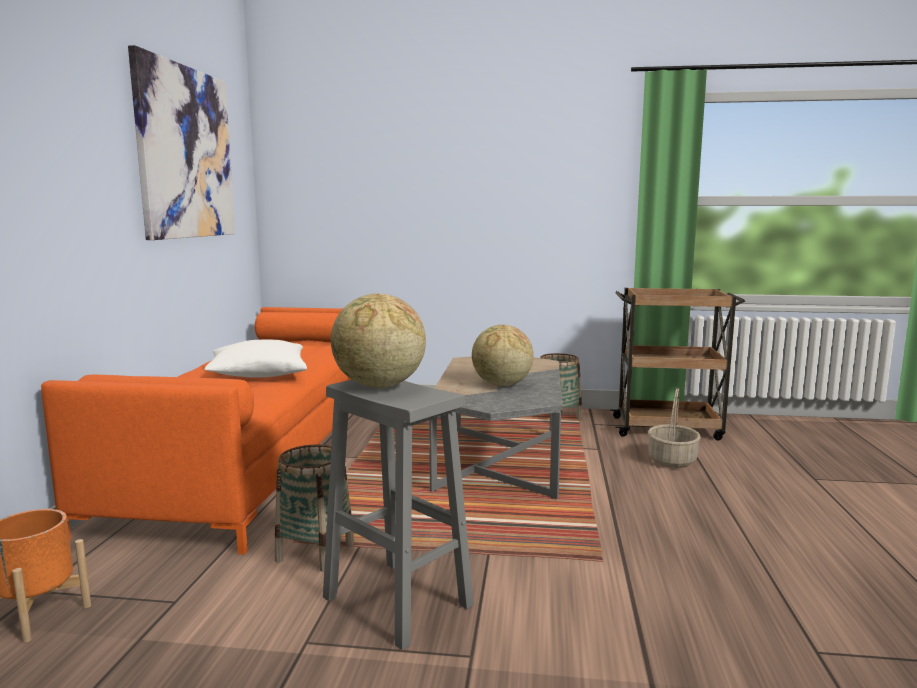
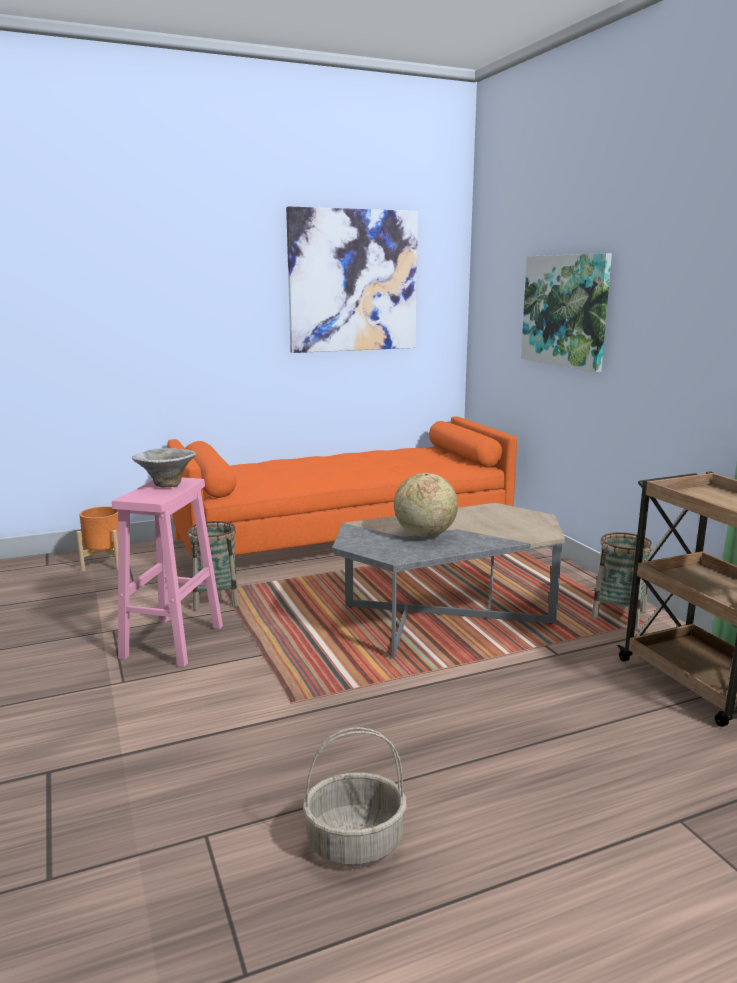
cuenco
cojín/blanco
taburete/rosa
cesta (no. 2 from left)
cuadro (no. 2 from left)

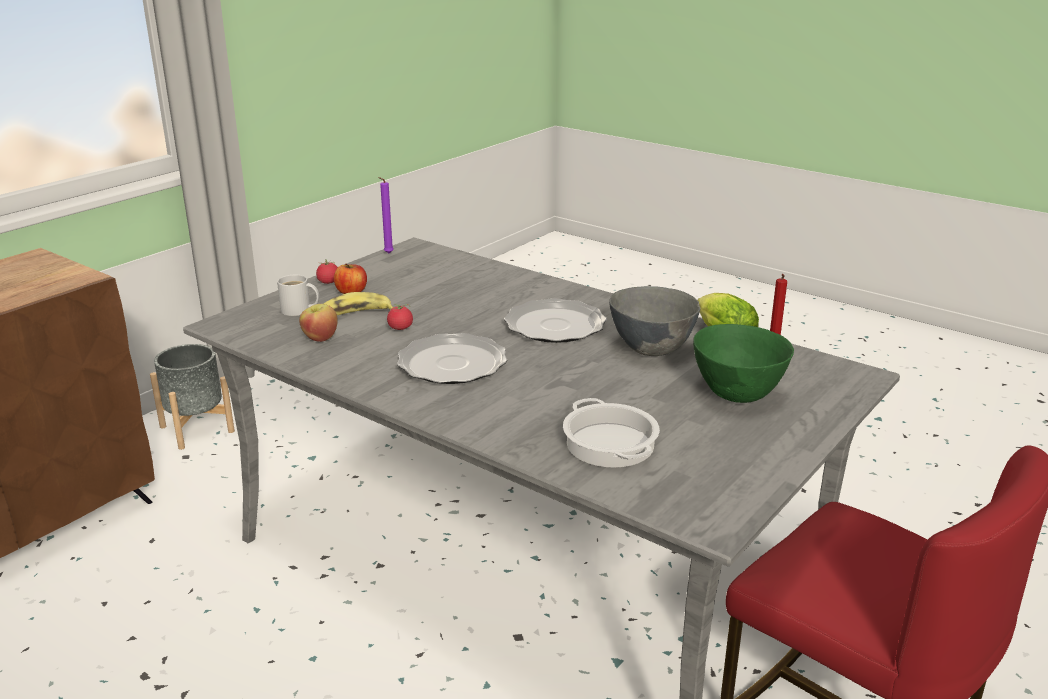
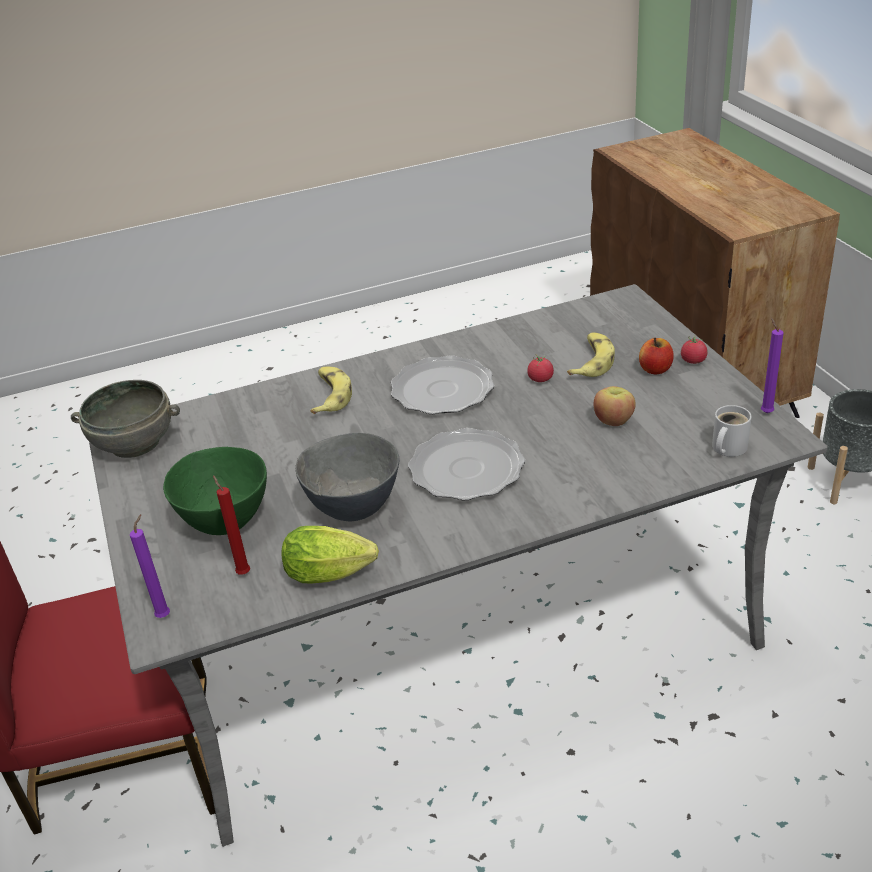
taza grande/blanco
manzana (no. 1 from left)
olla
plátano (no. 1 from left)
cuenco/gris (no. 1 from left)
vela/morado (no. 1 from left)

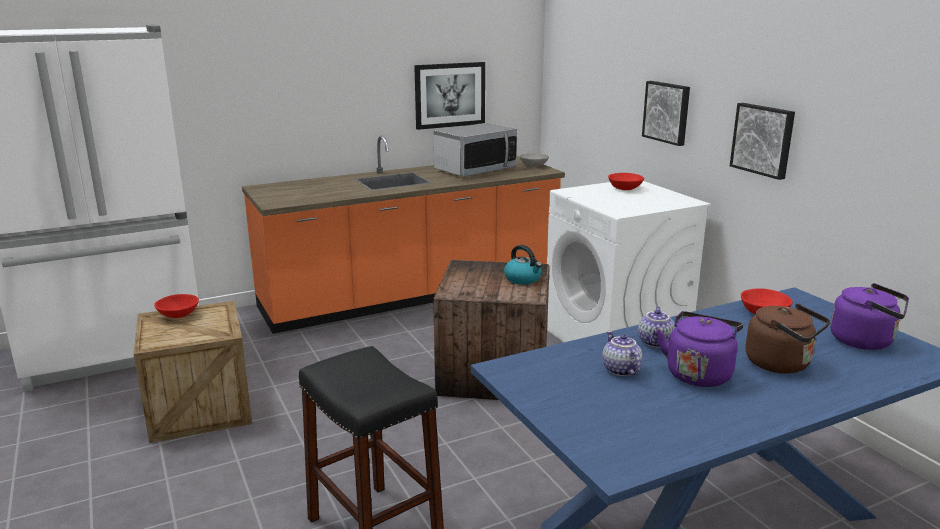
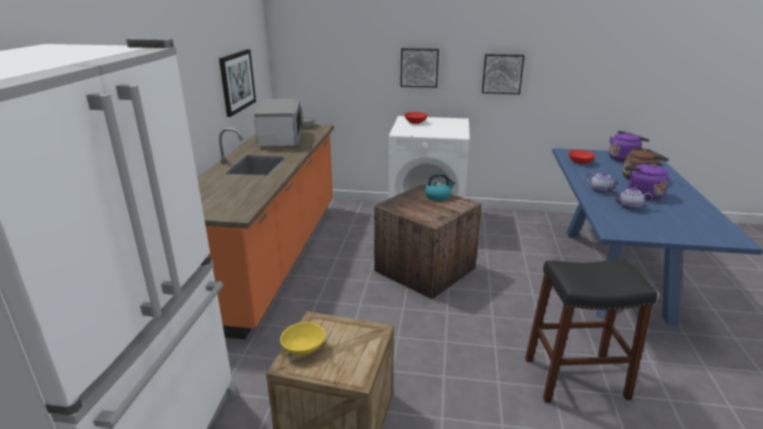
cuenco/amarillo

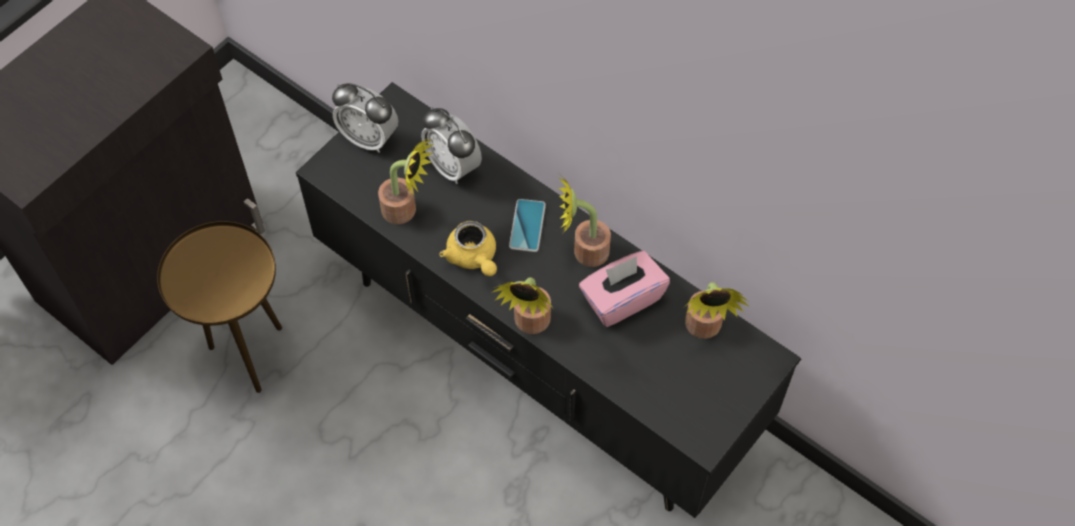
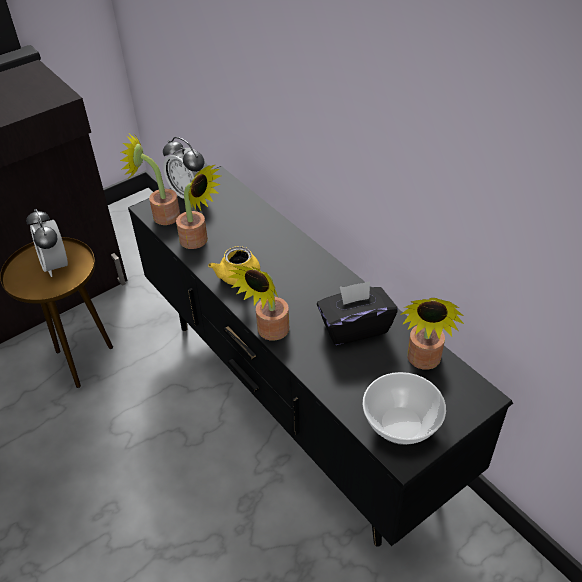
despertador (no. 1 from left)
planta en maceta (no. 1 from left)
móvil
caja de pañuelos/negro
cuenco

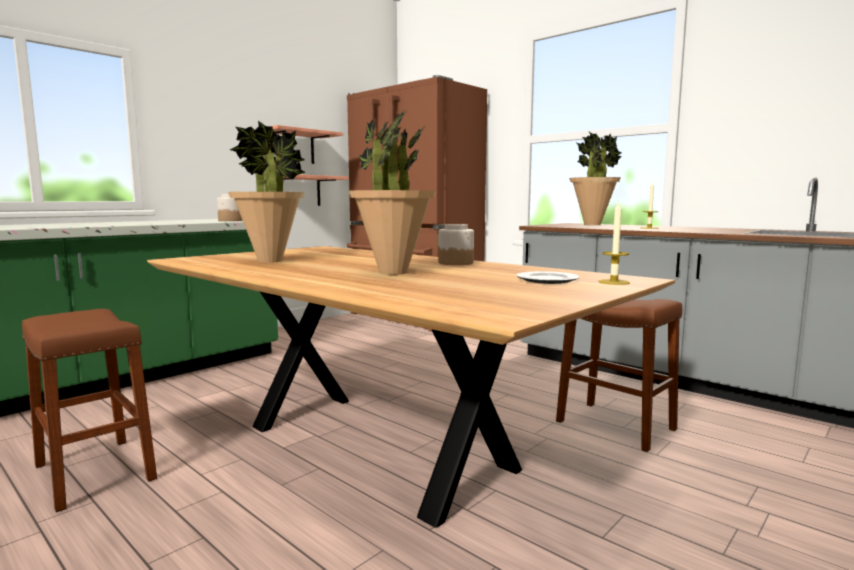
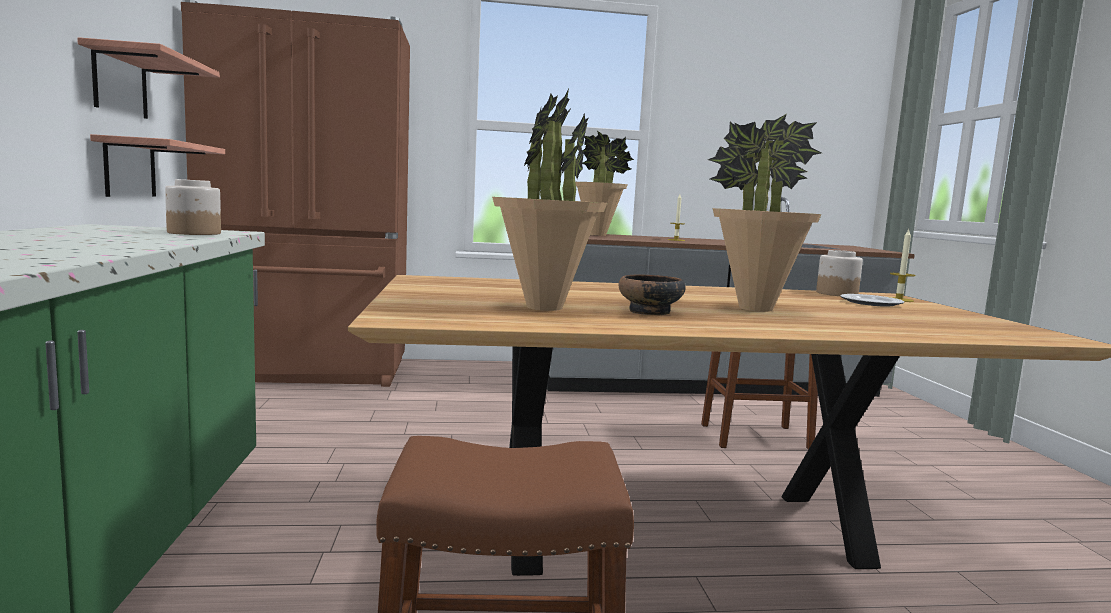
tarro (no. 2 from left)
cuenco

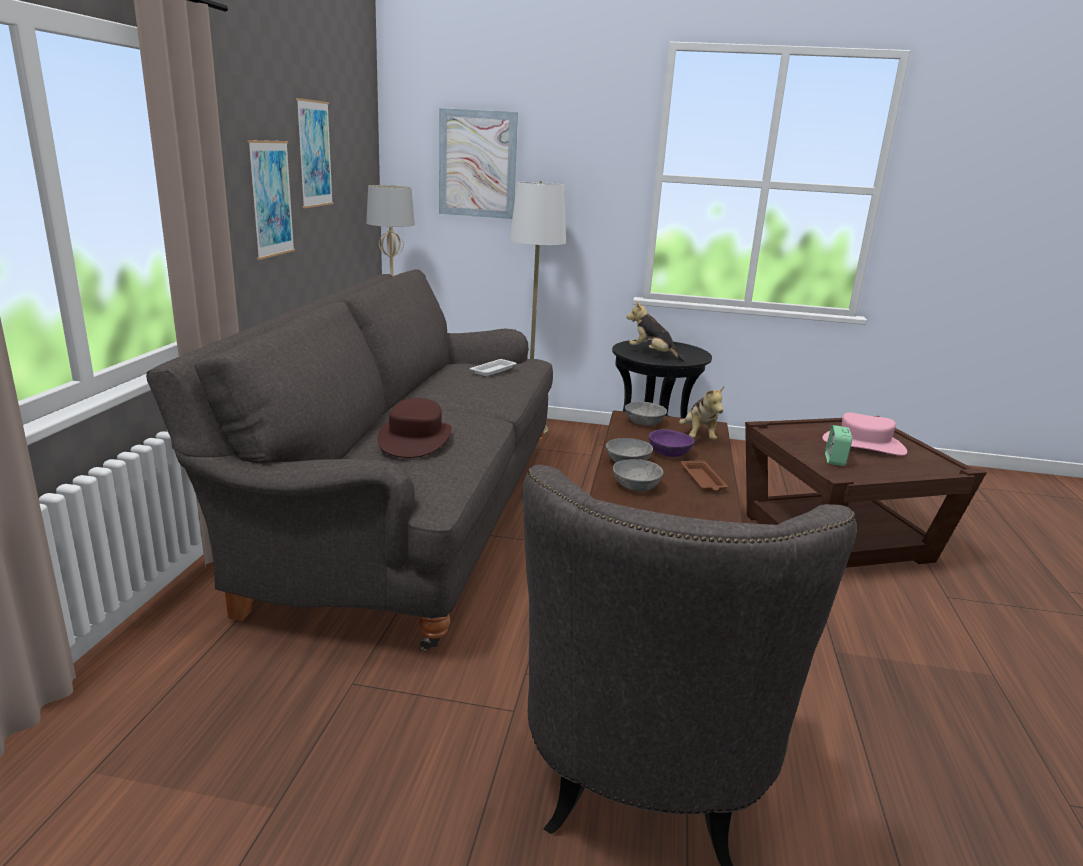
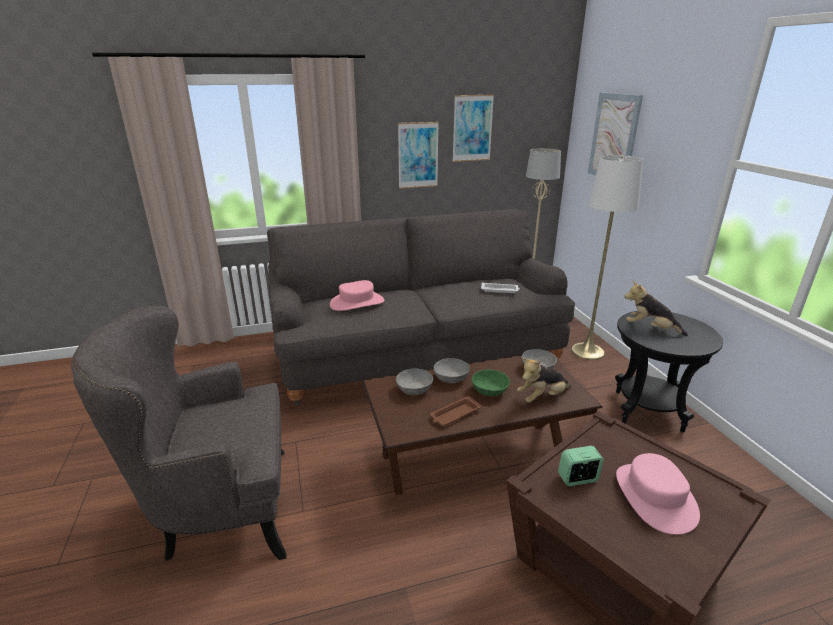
peluche (no. 2 from left)
sombrero/rosa (no. 1 from left)
cuenco/verde

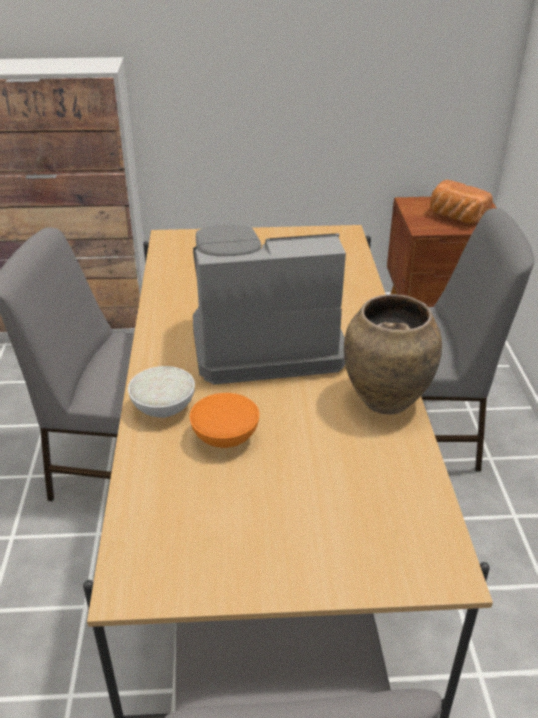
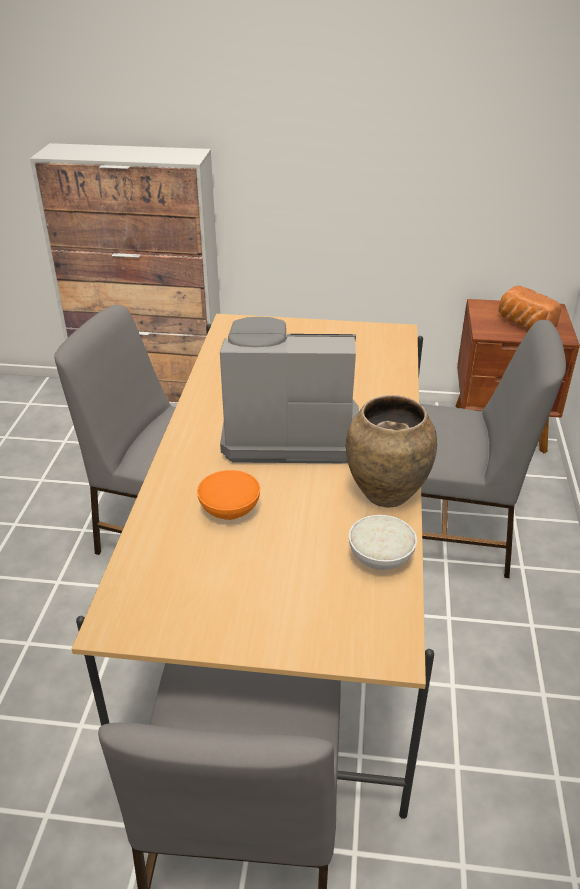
cuenco/blanco

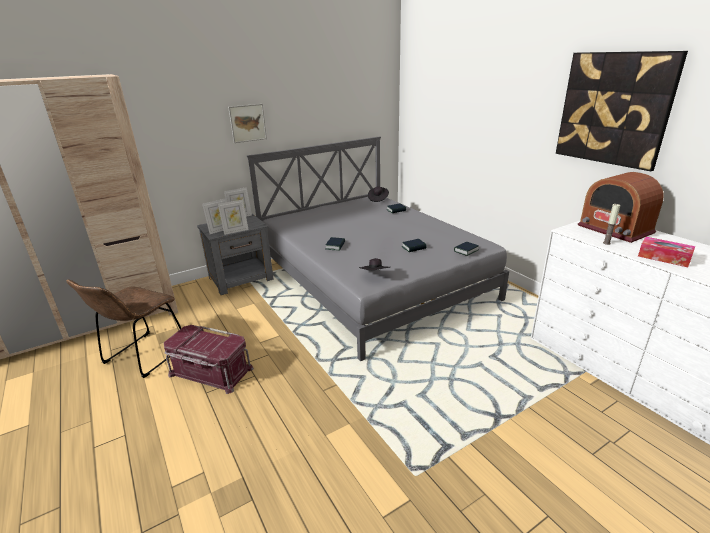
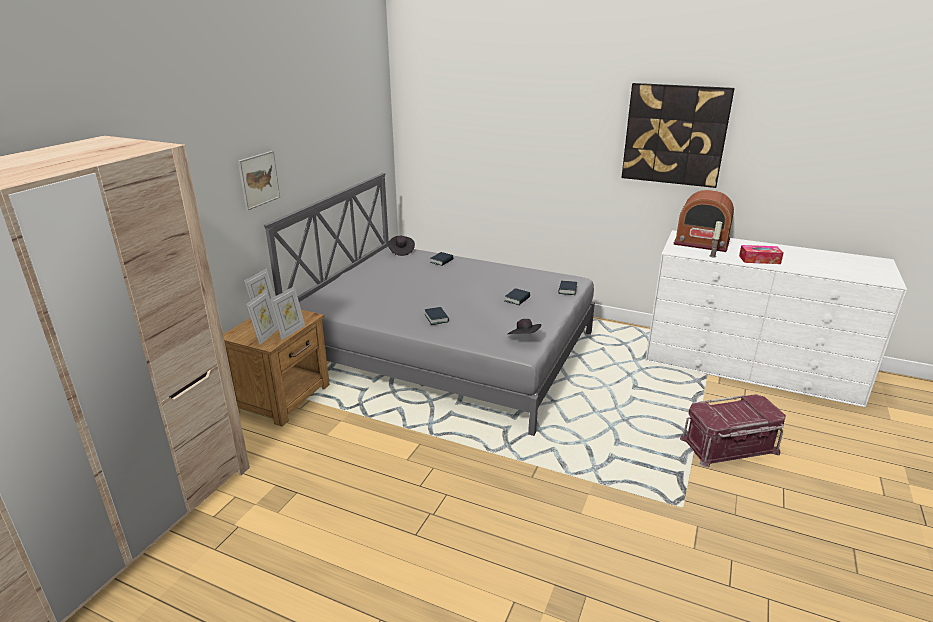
mesita de noche/marrón
silla/marrón
caja de almacenaje/rojo

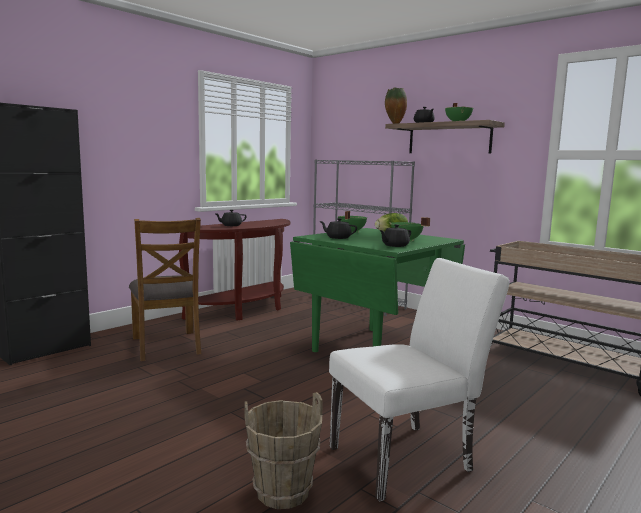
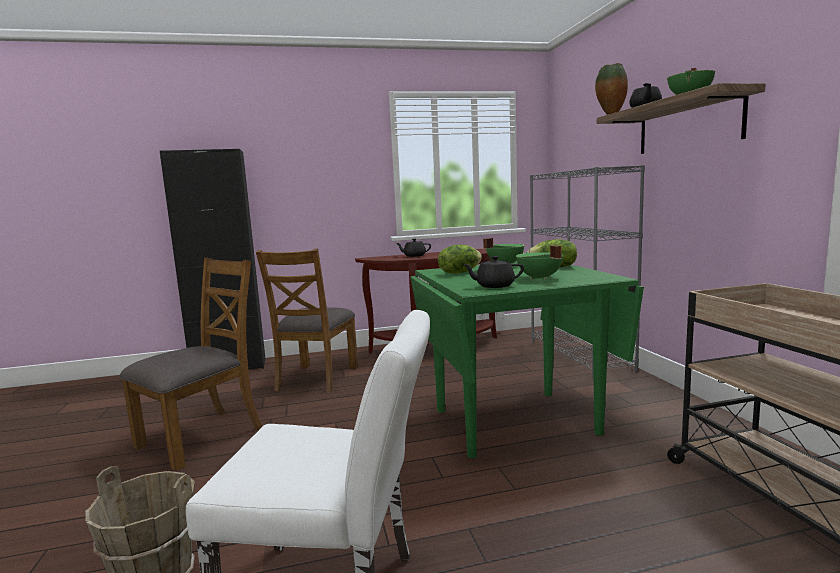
lechuga (no. 1 from left)
silla/marrón (no. 1 from left)

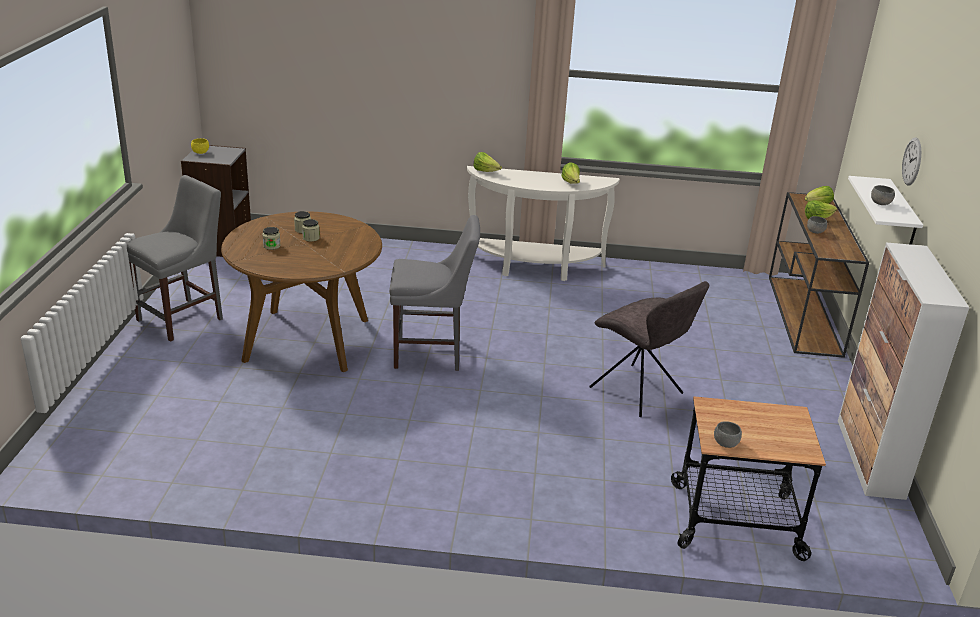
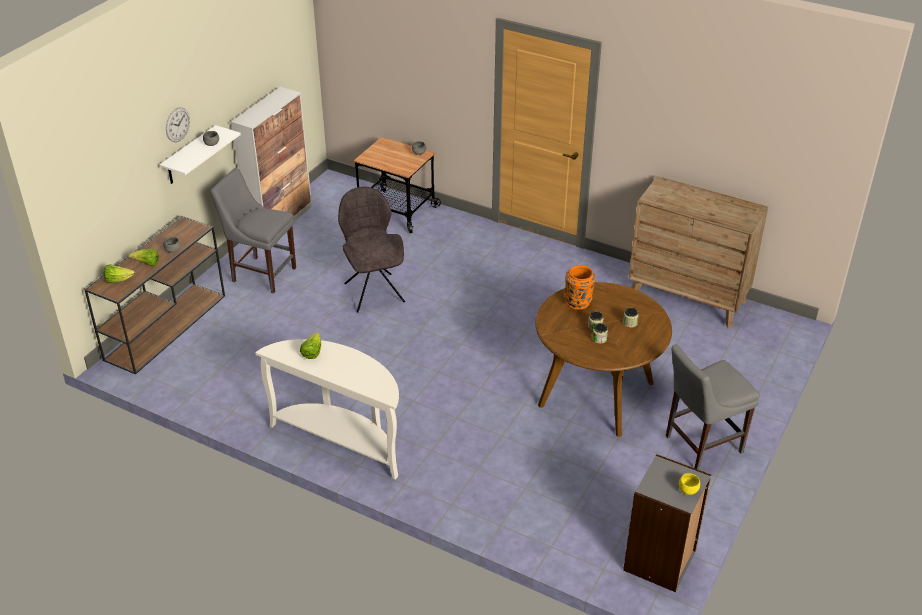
lechuga (no. 1 from left in the first image)
silla/gris (no. 1 from left)
cómoda/marrón
florero/naranja

